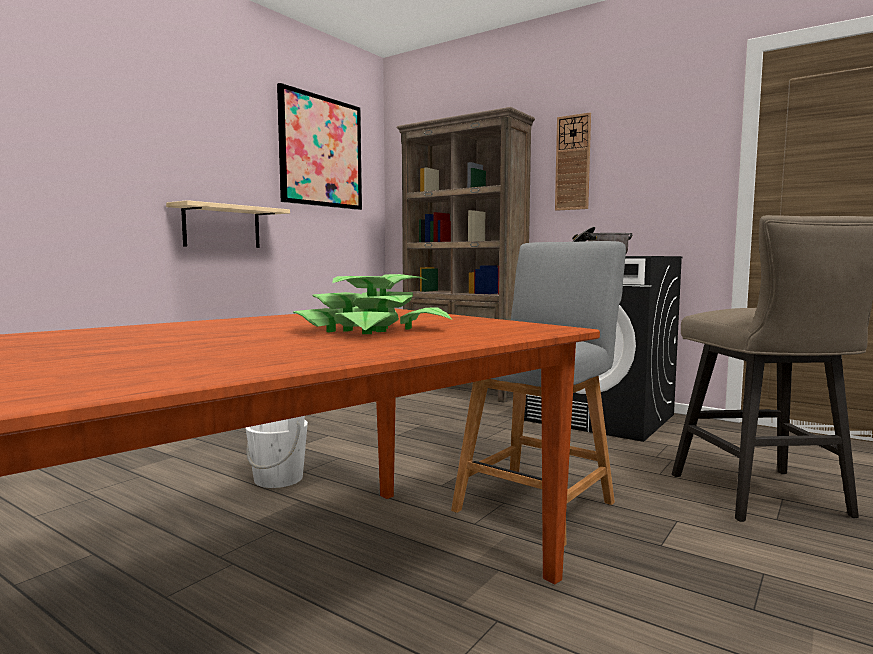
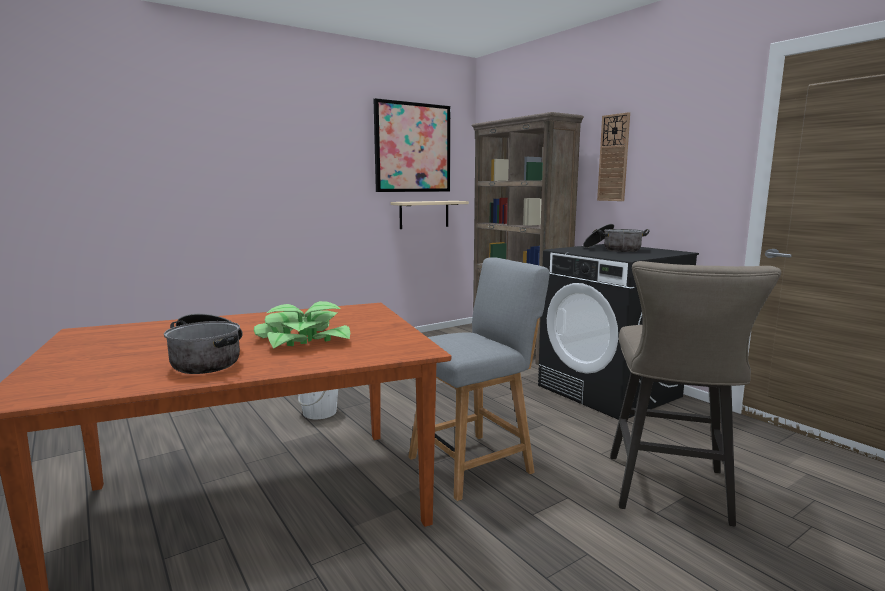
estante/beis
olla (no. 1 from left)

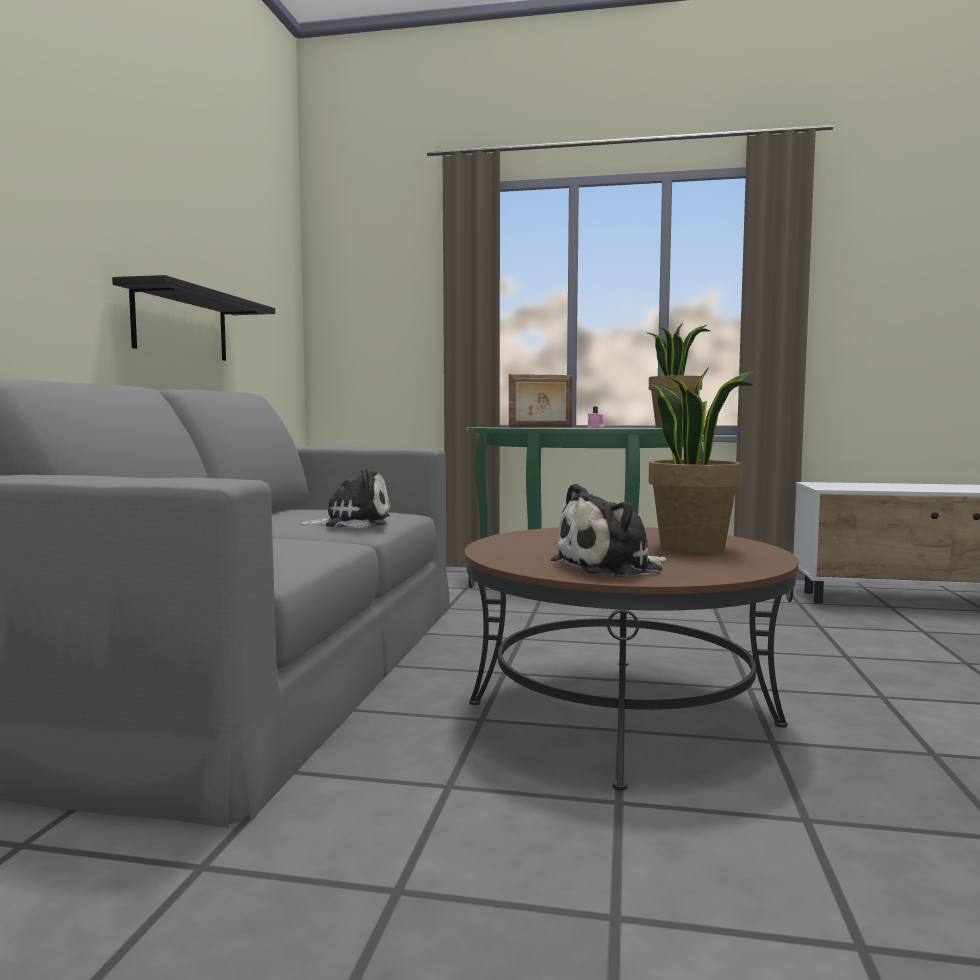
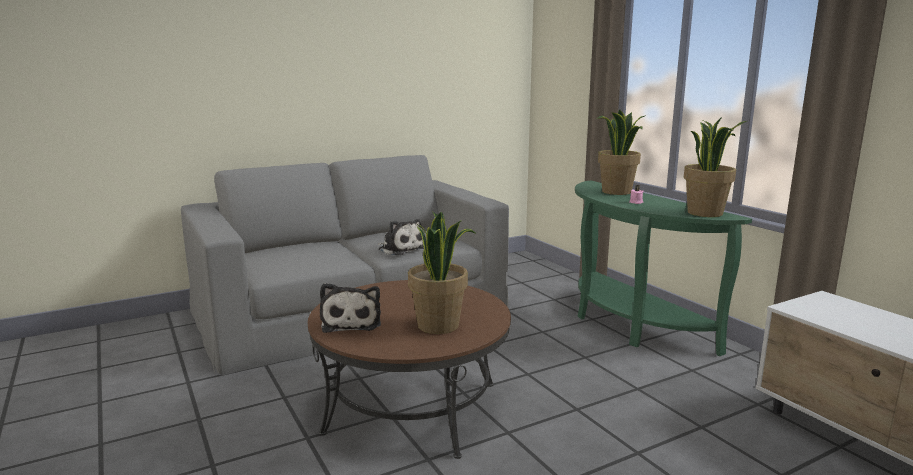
estante/negro
planta en maceta (no. 2 from left)
peluche (no. 1 from left)

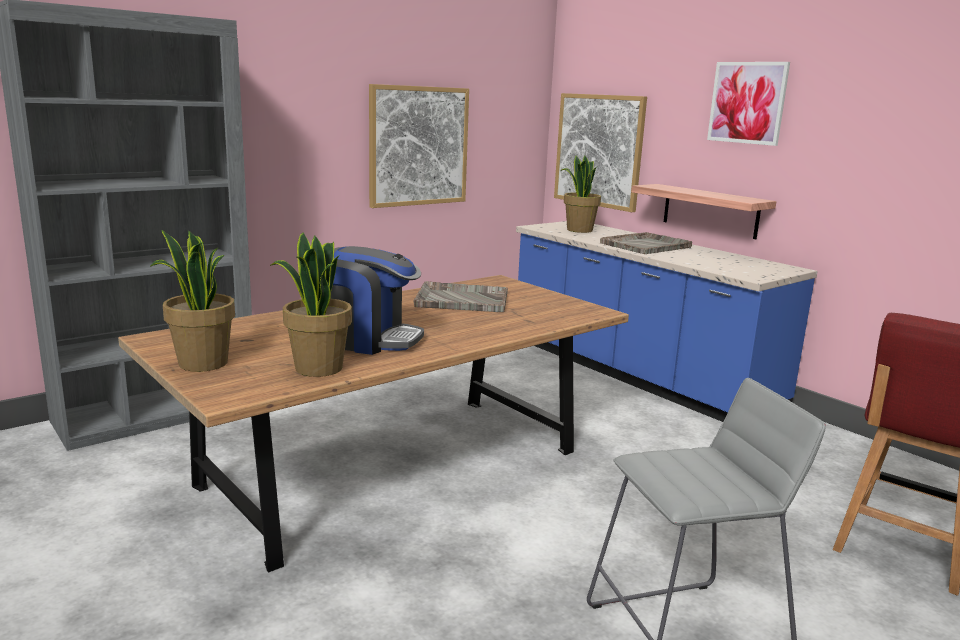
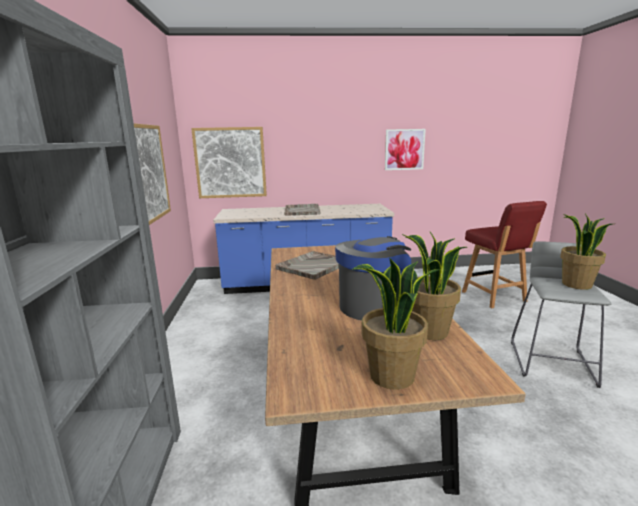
cuadro (no. 3 from left)
planta en maceta (no. 3 from left)
estante

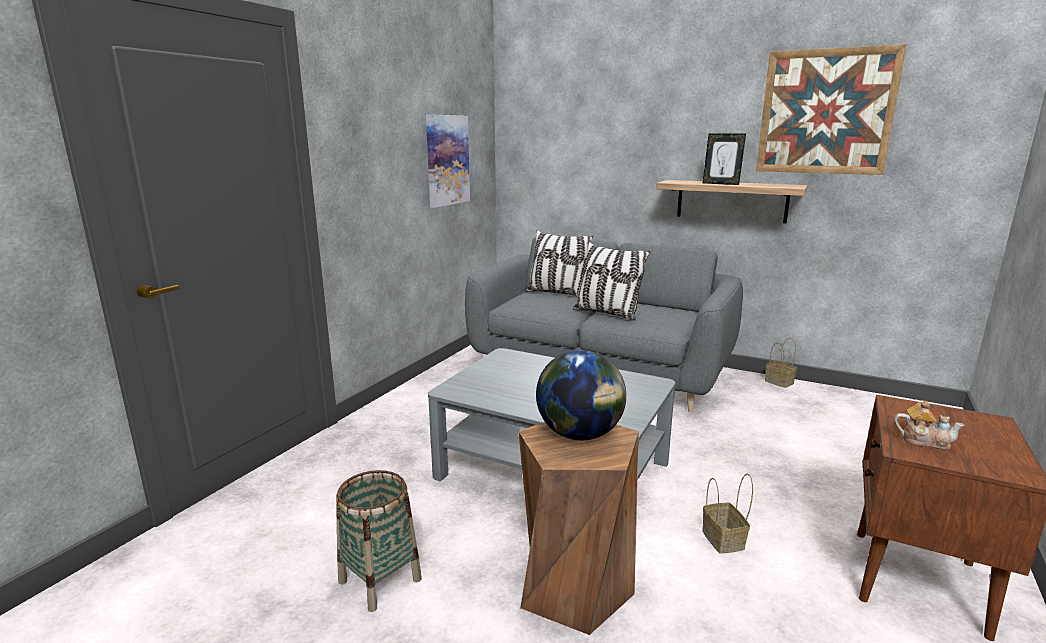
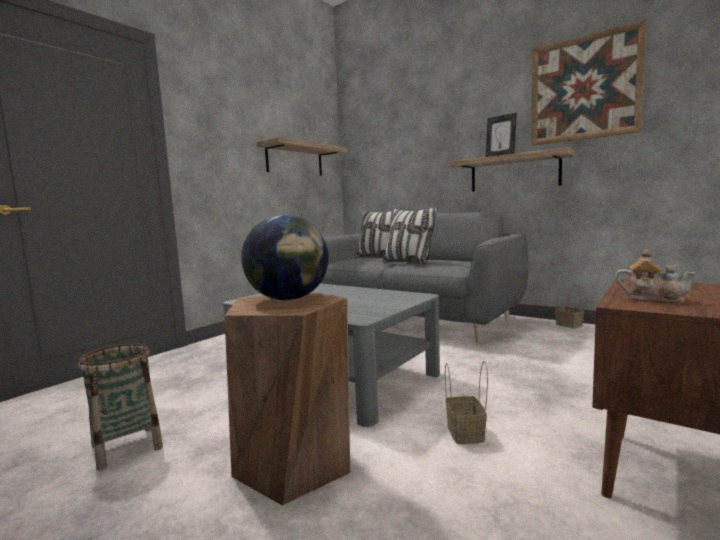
estante (no. 1 from left)

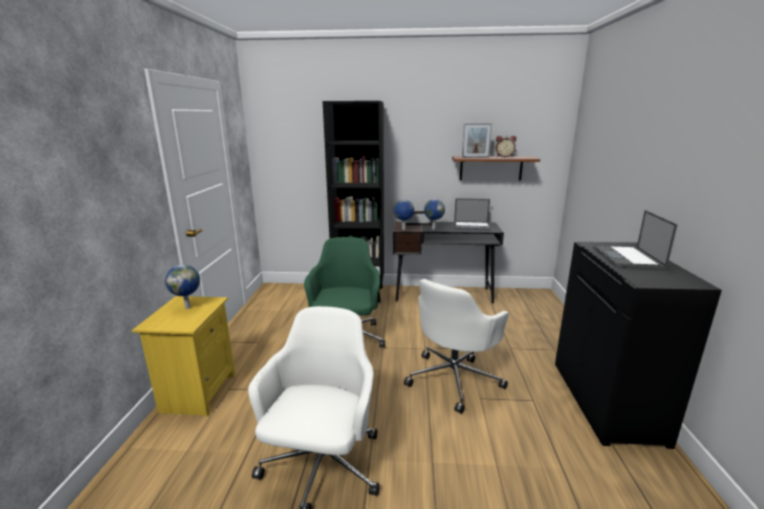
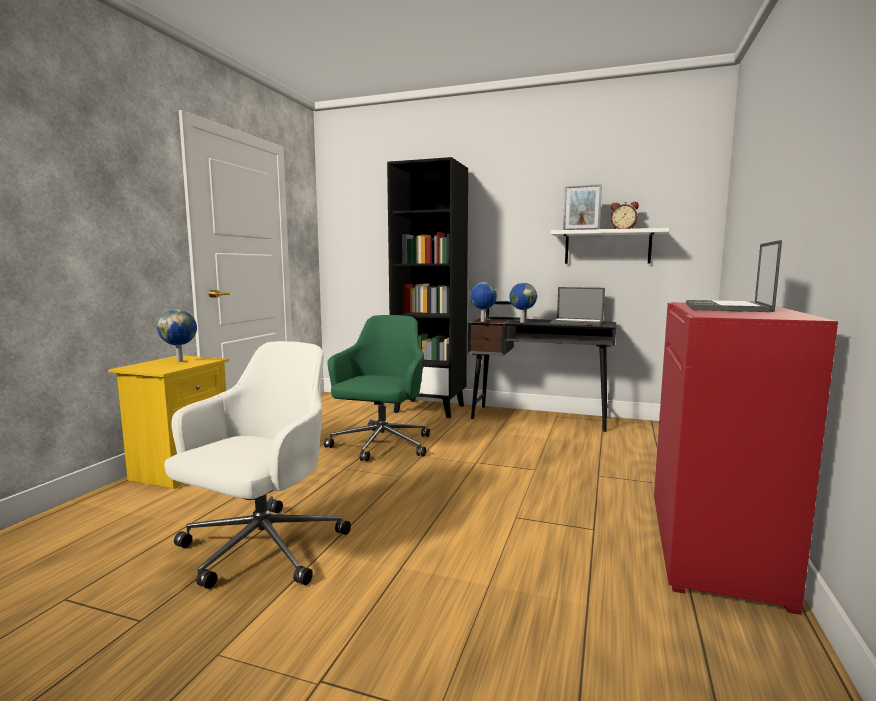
estante/blanco
armario/rojo
silla de oficina/blanco (no. 2 from left in the first image)

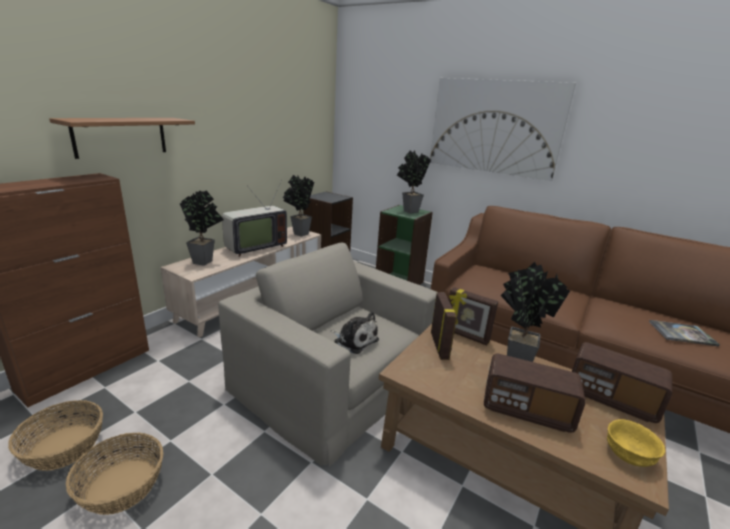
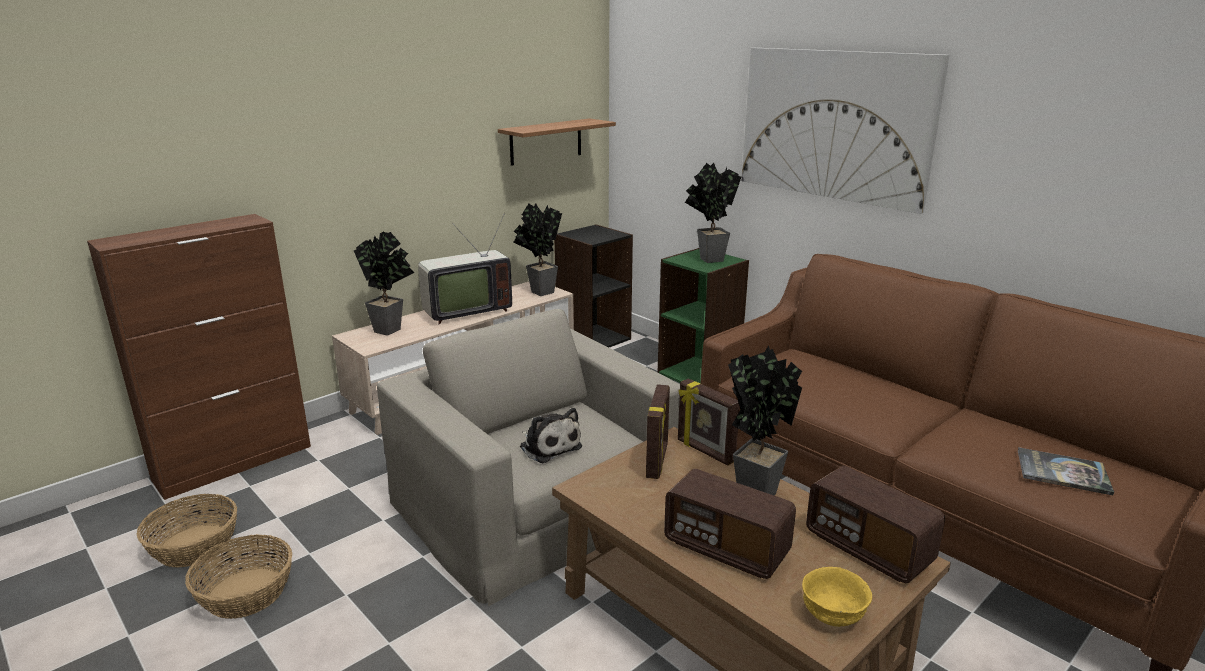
estante

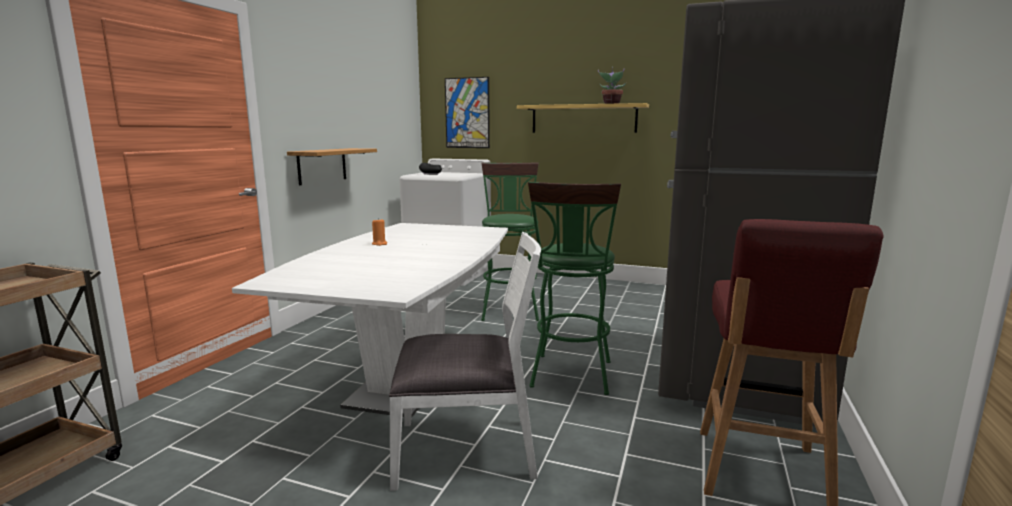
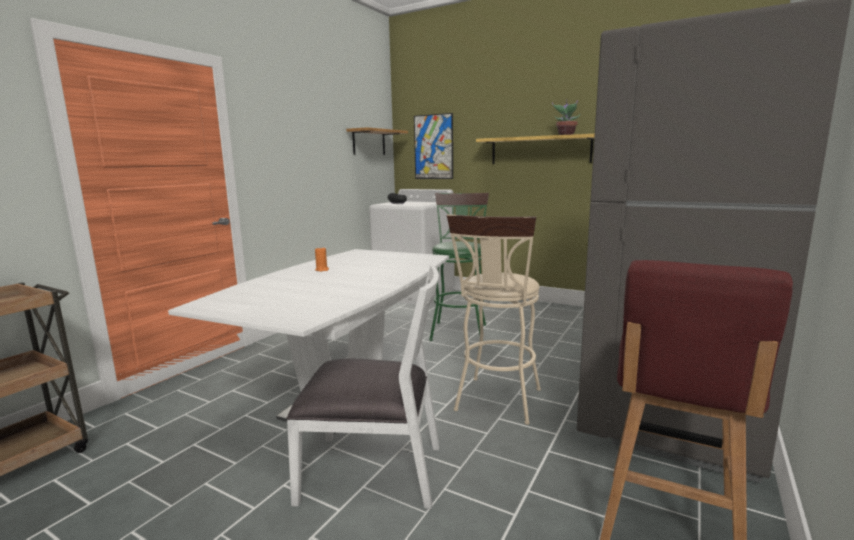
estante (no. 1 from left)
taburete/beis

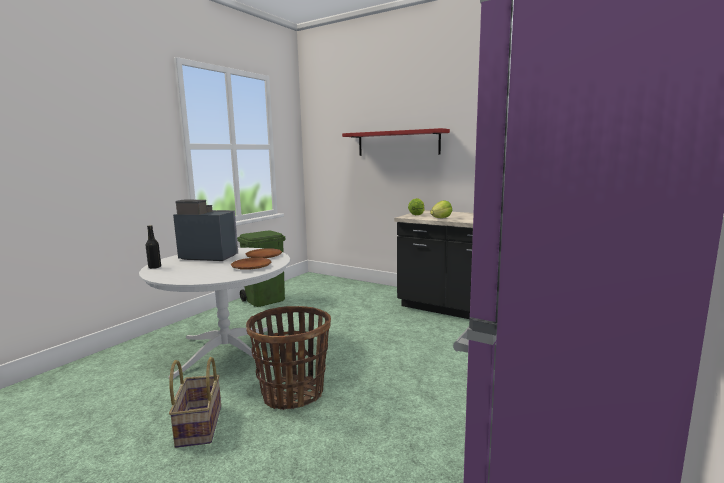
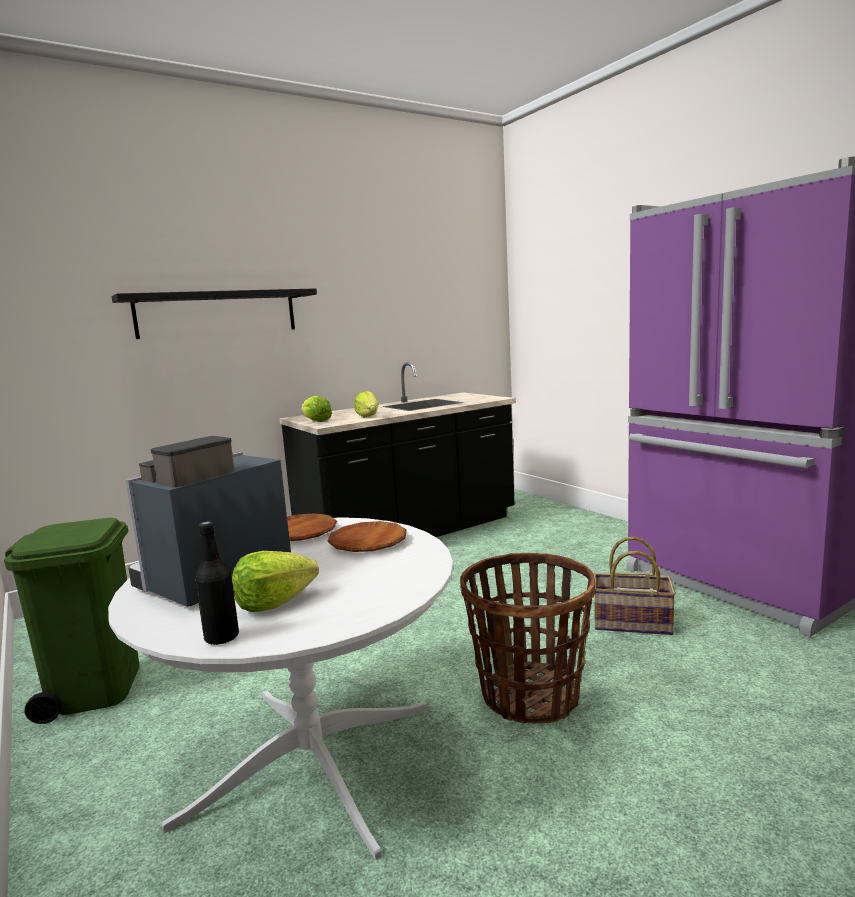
estante/negro
cesta (no. 2 from left)
lechuga (no. 1 from left)

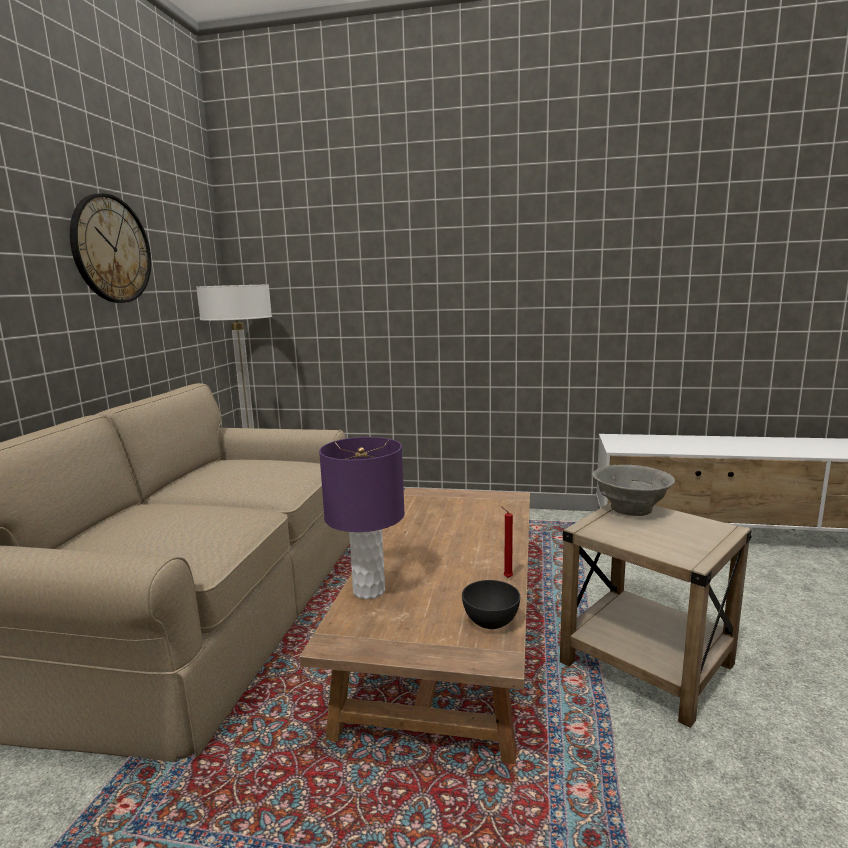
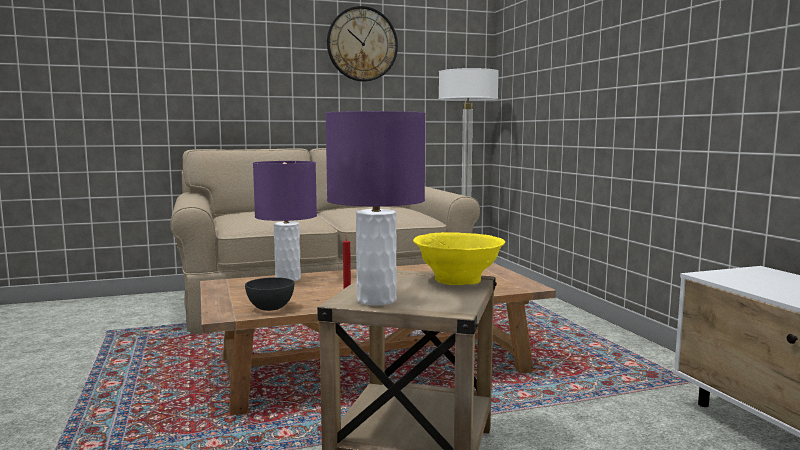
cuenco/amarillo
lámpara de mesa/morado (no. 2 from left)

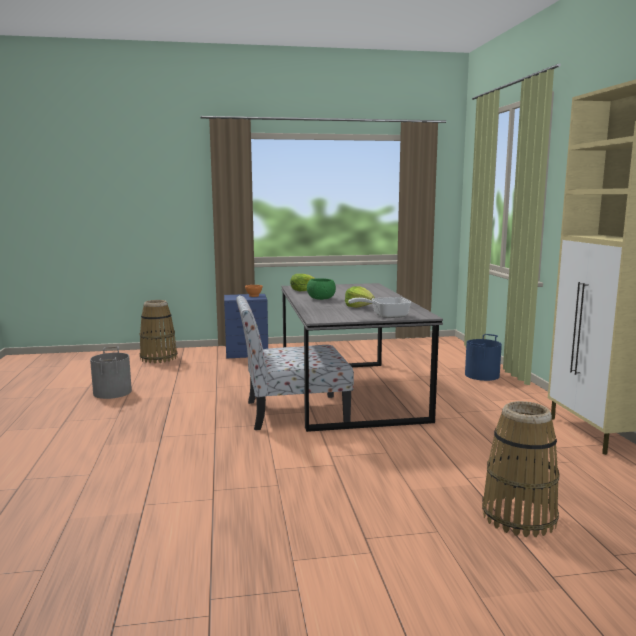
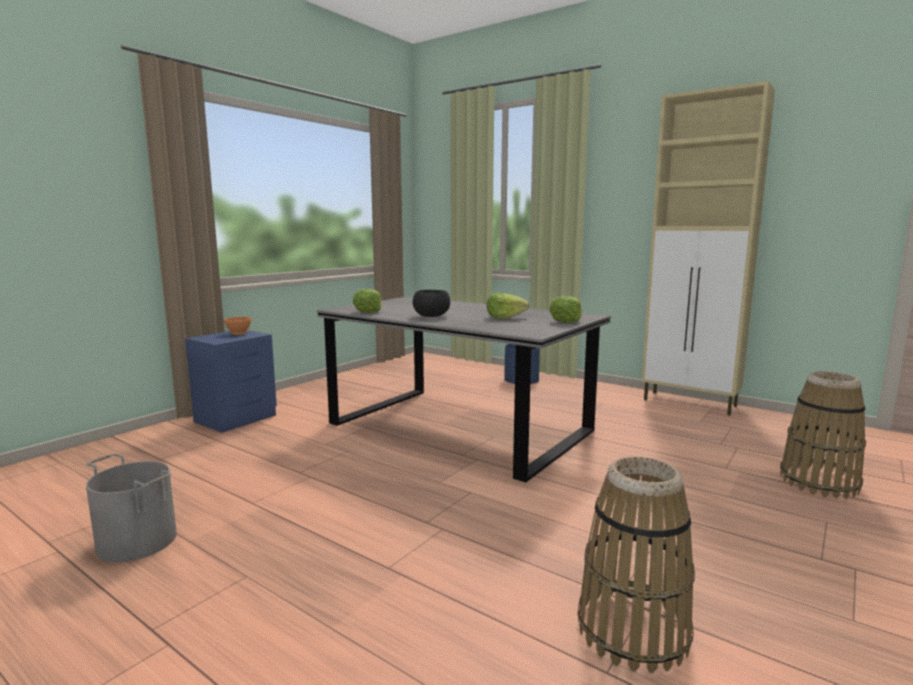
cuenco/negro
silla
lechuga (no. 3 from left)
cesta (no. 1 from left)

